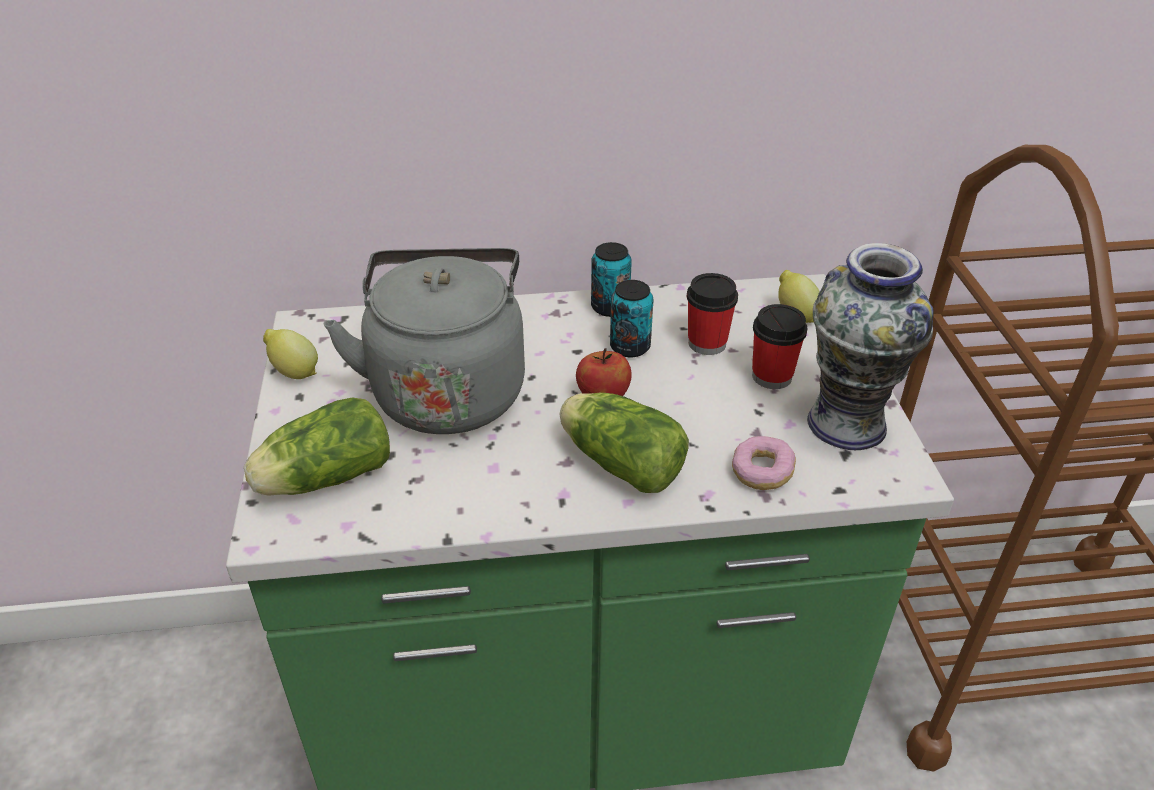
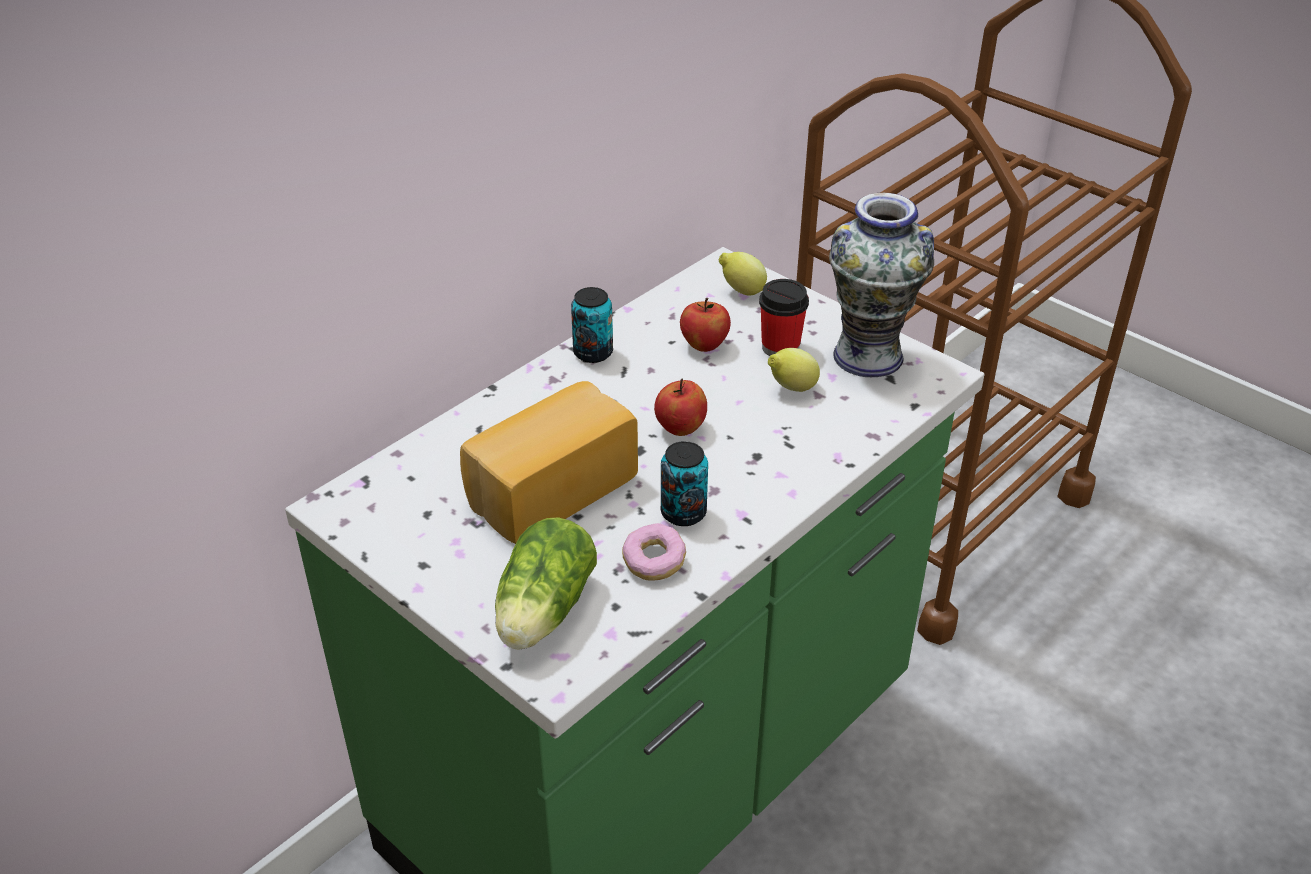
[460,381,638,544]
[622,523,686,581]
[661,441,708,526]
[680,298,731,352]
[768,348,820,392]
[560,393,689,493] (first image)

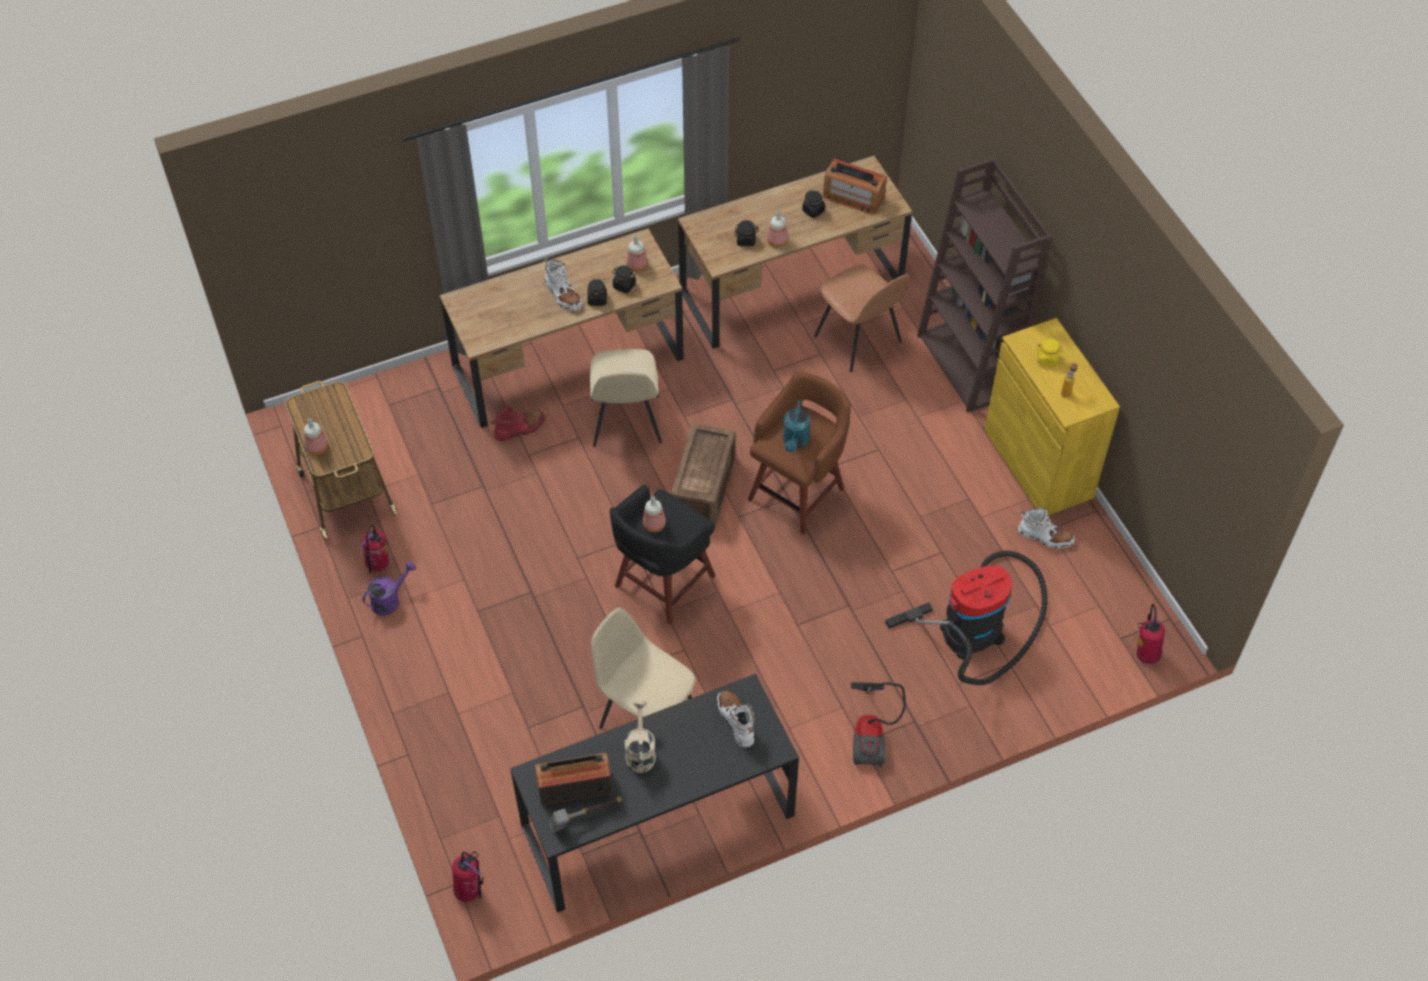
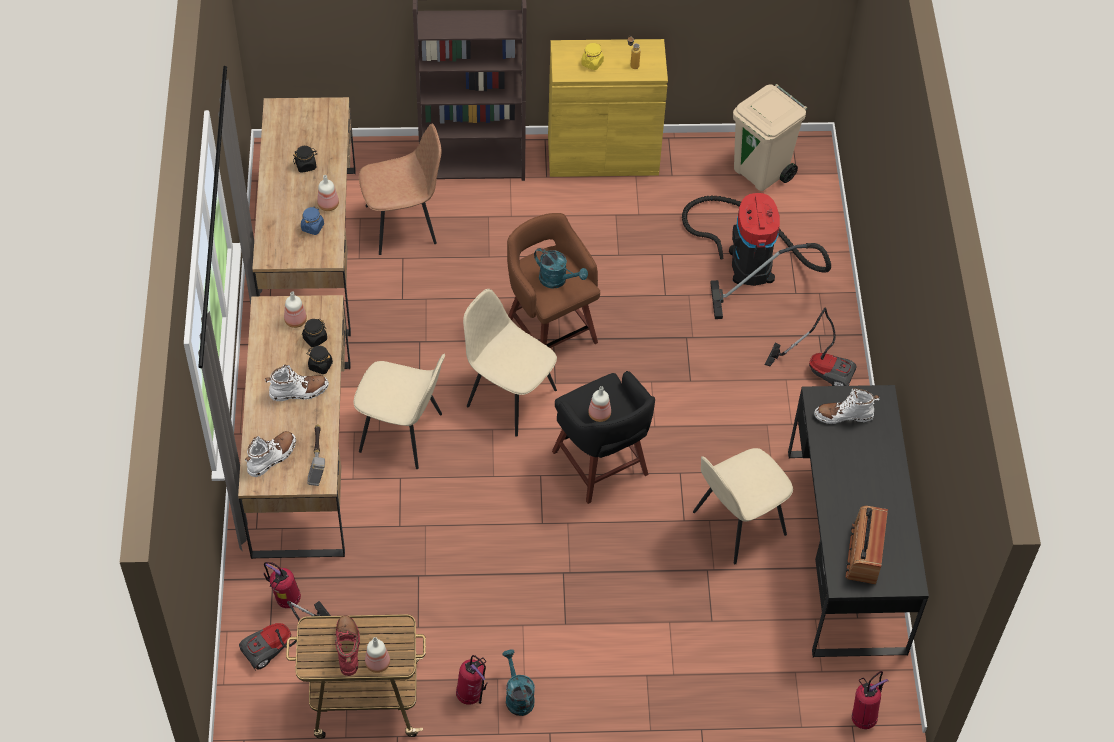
[239,601,331,670]
[245,431,296,477]
[263,562,301,608]
[301,206,324,235]
[308,425,325,486]
[335,616,360,676]
[463,289,557,437]
[503,649,535,716]
[733,84,807,191]
[625,700,656,773] (first image)
[823,159,887,215] (first image)

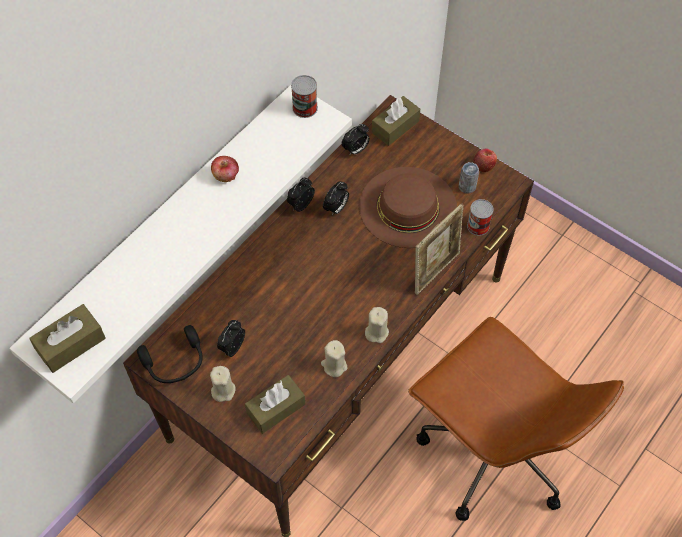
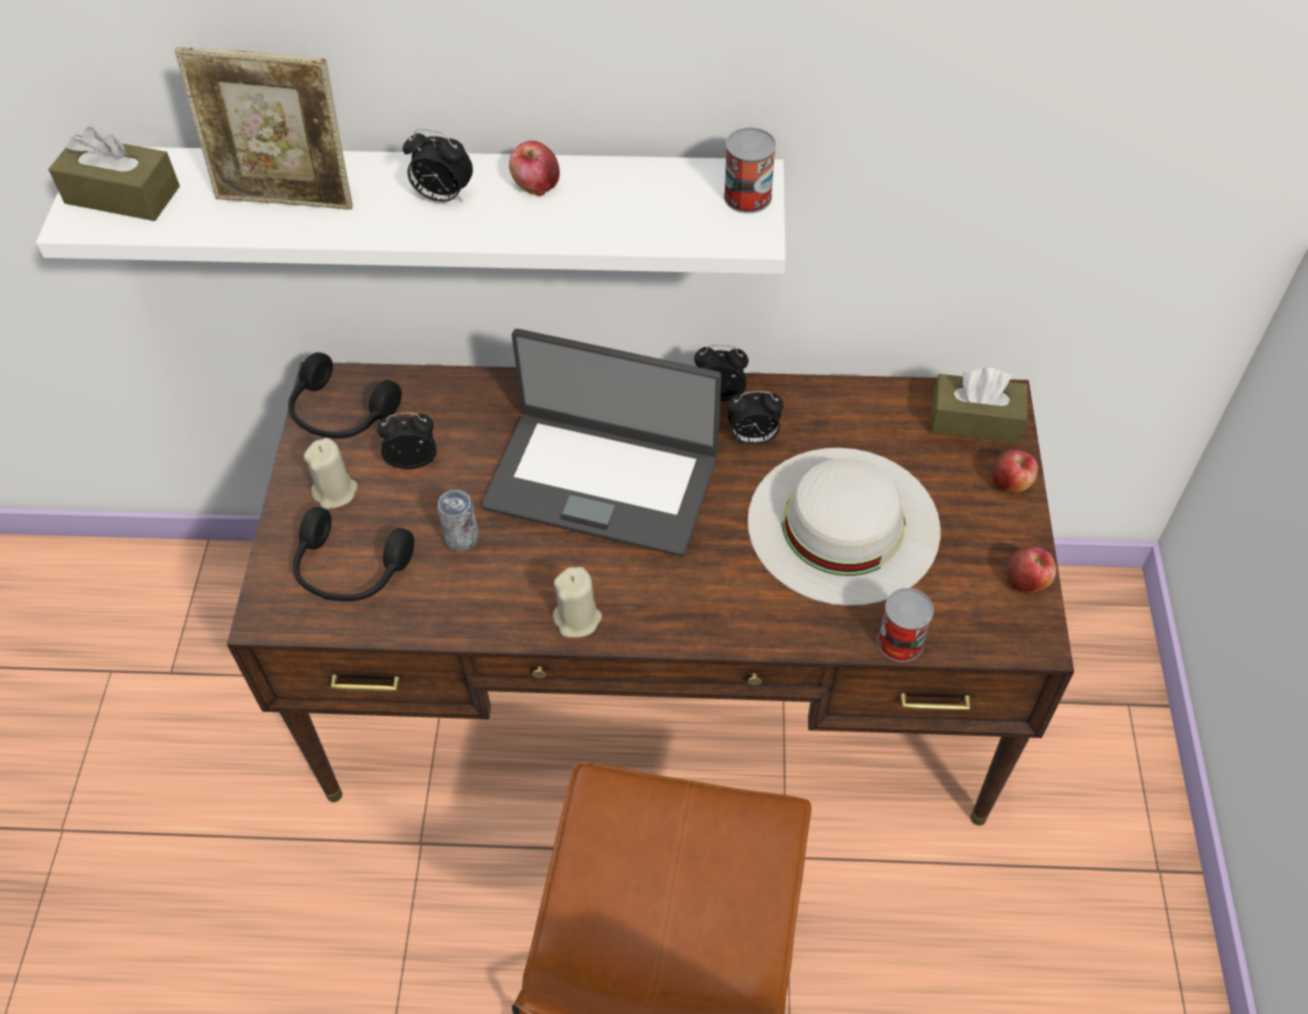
[175,47,353,210]
[293,507,414,601]
[403,129,473,202]
[437,490,479,552]
[482,329,721,556]
[748,448,940,606]
[992,449,1038,493]
[321,340,348,377] (first image)

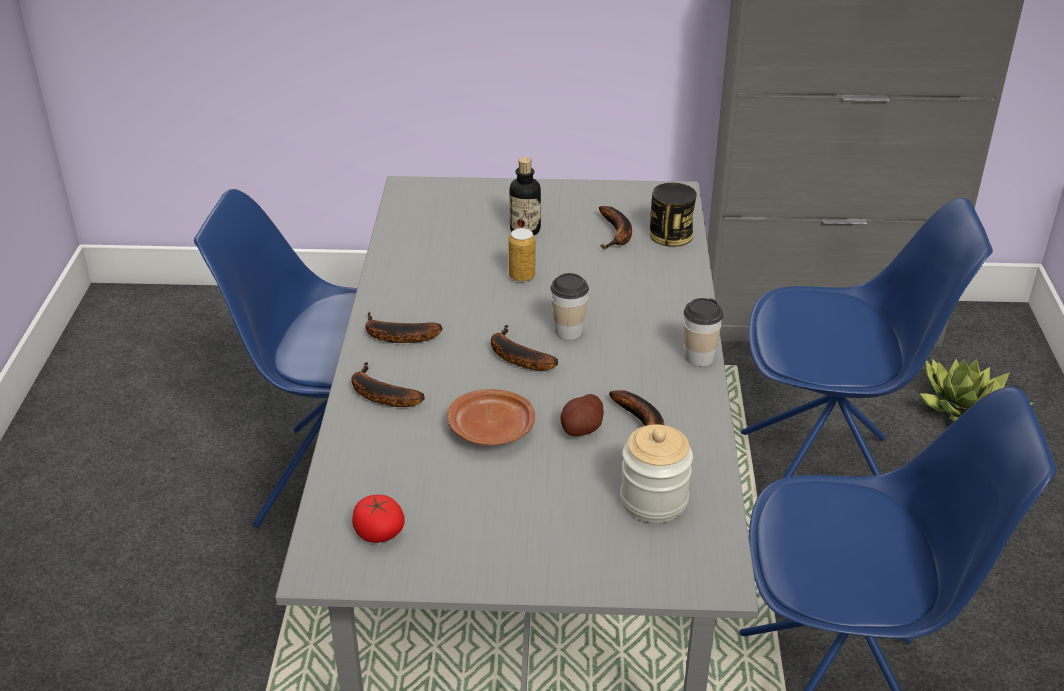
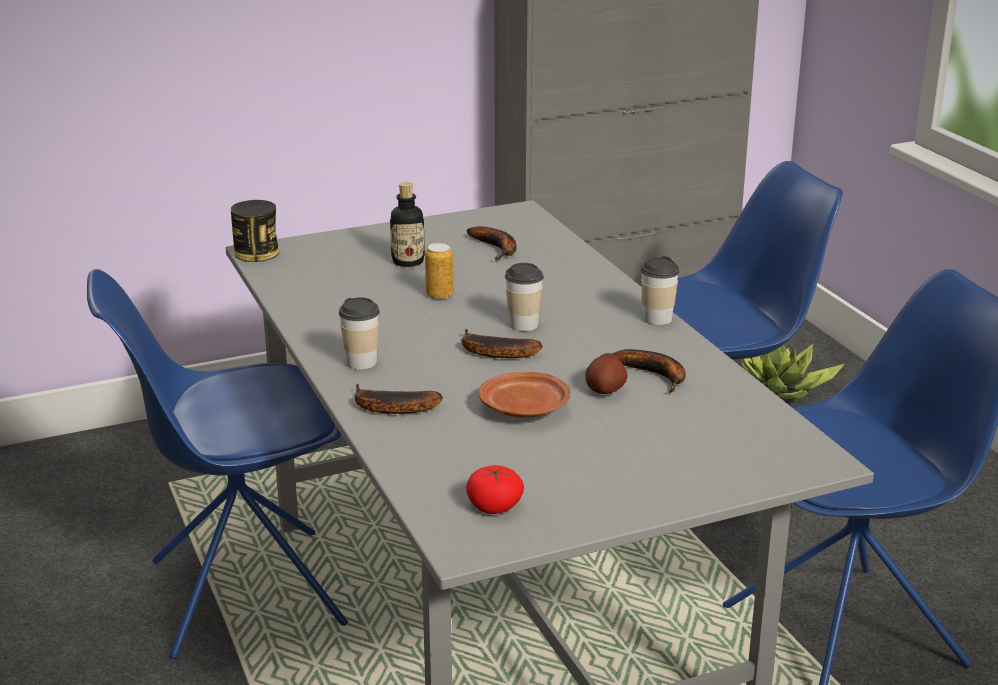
[231,200,279,262]
[339,297,380,370]
[620,424,693,523] (first image)

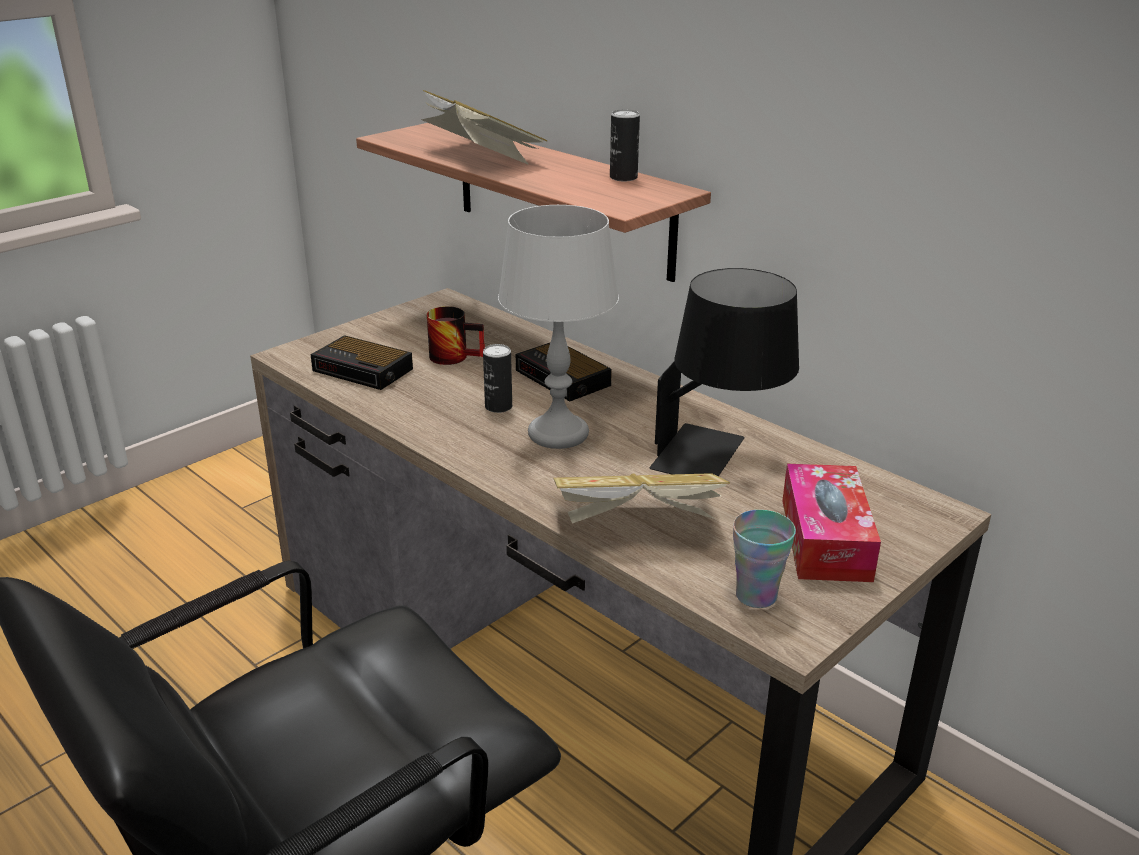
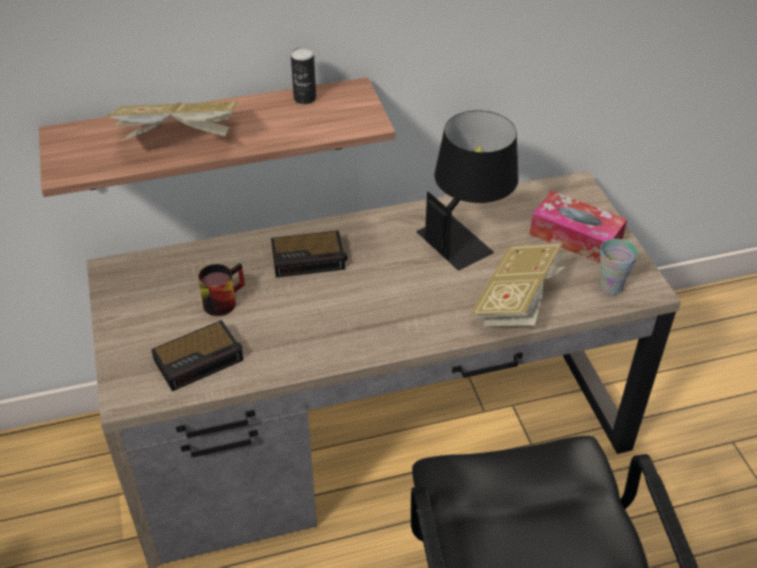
[483,344,512,413] (first image)
[498,205,619,449] (first image)

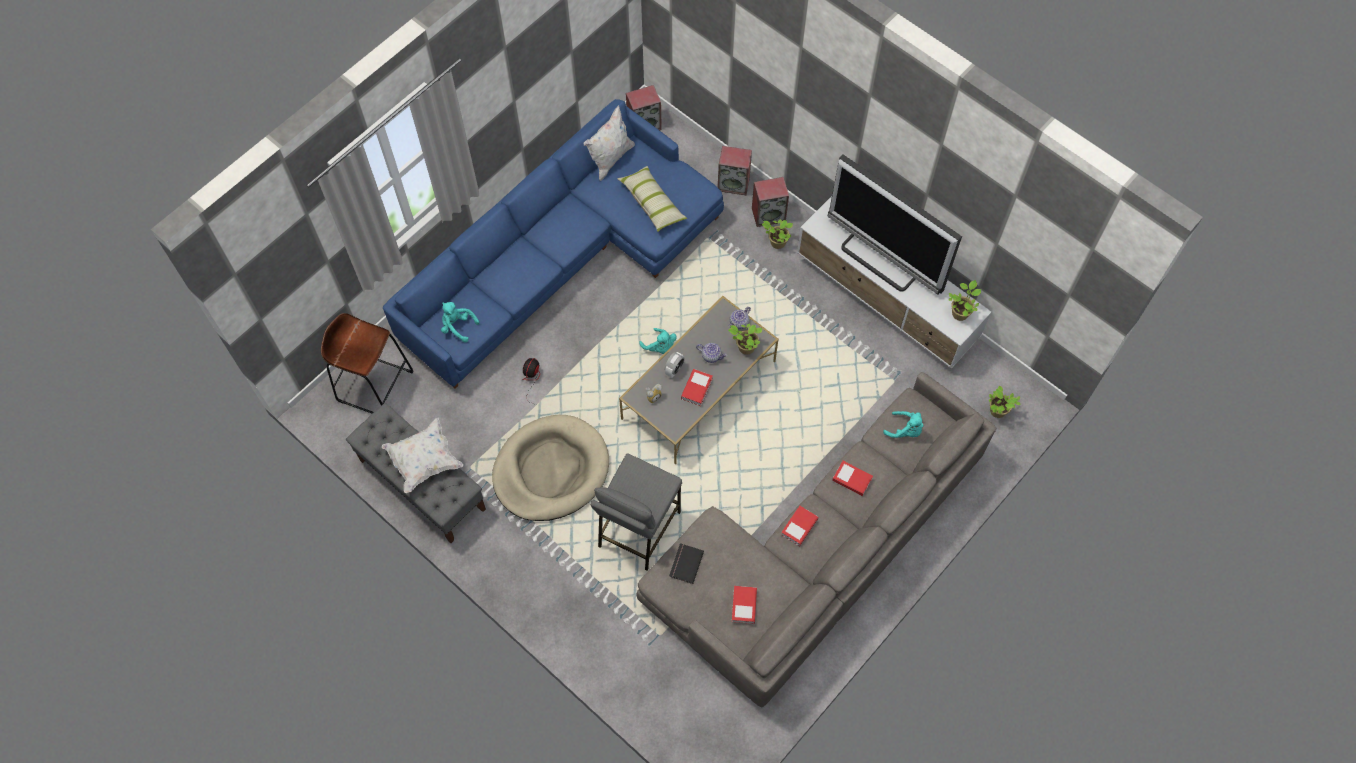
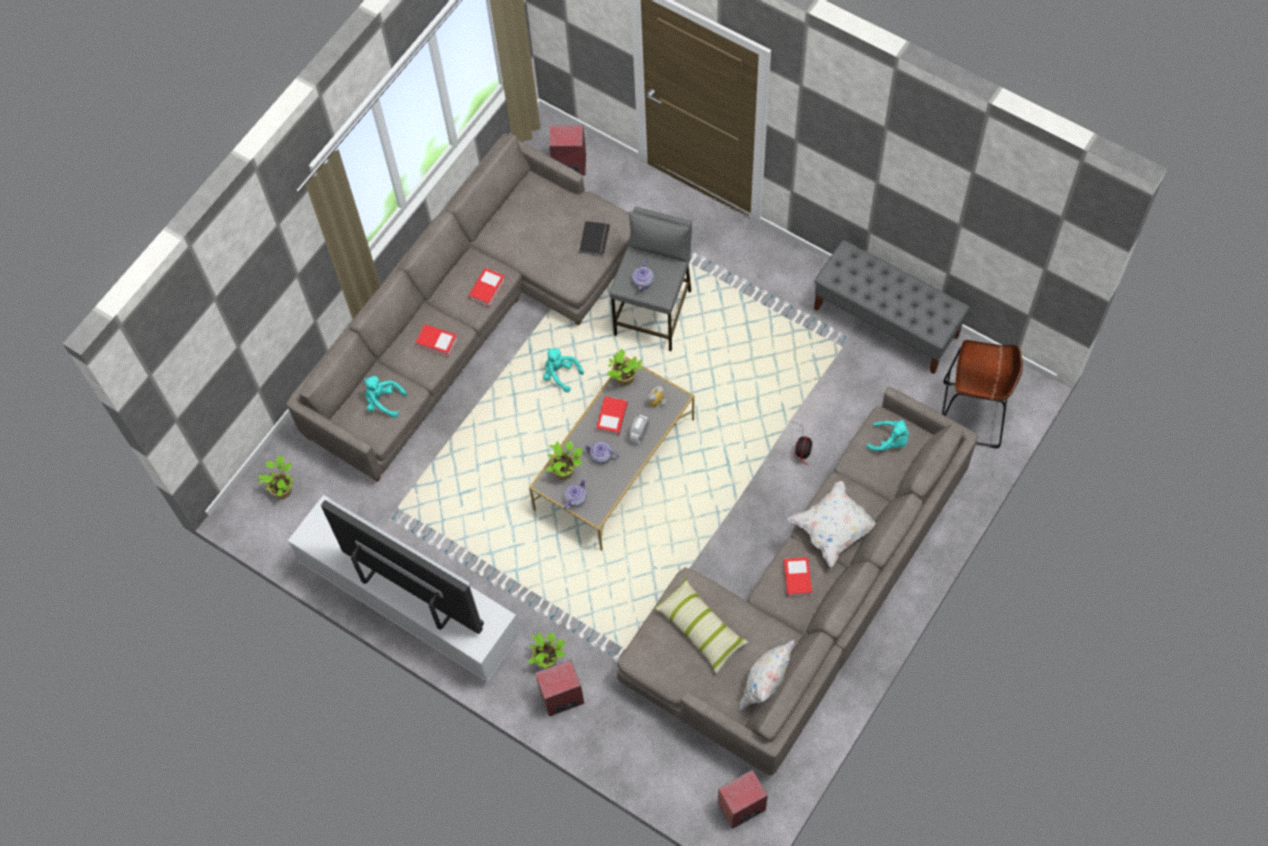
[543,348,584,392]
[549,125,586,176]
[607,349,642,386]
[617,387,978,776]
[632,260,654,291]
[784,557,812,597]
[788,481,876,567]
[492,415,609,521] (first image)

